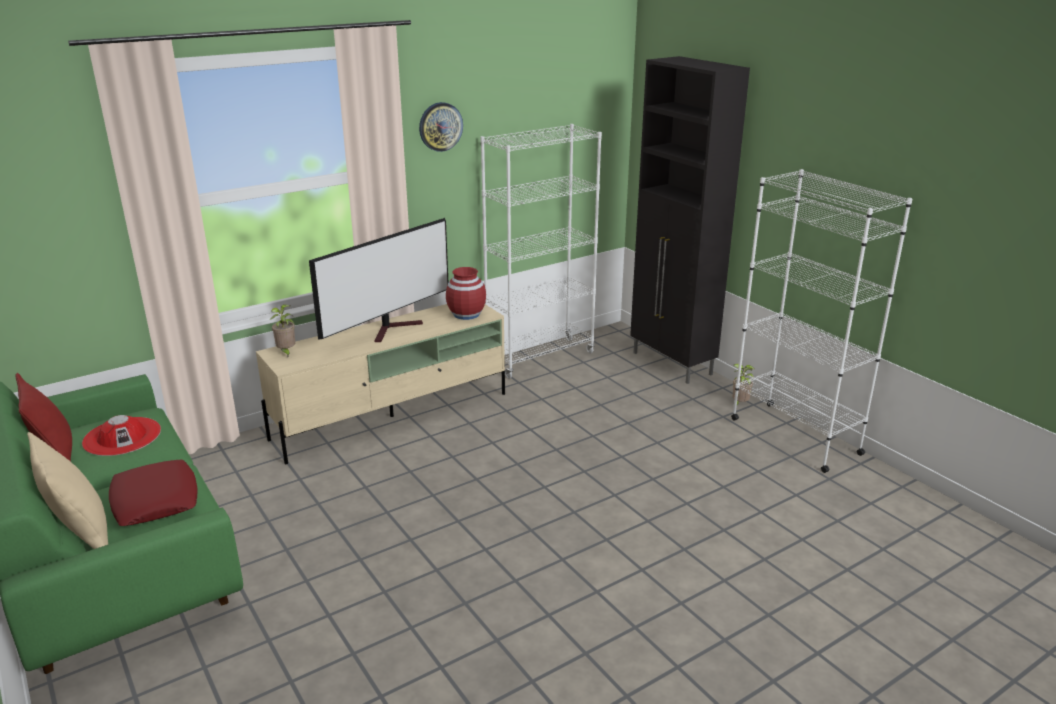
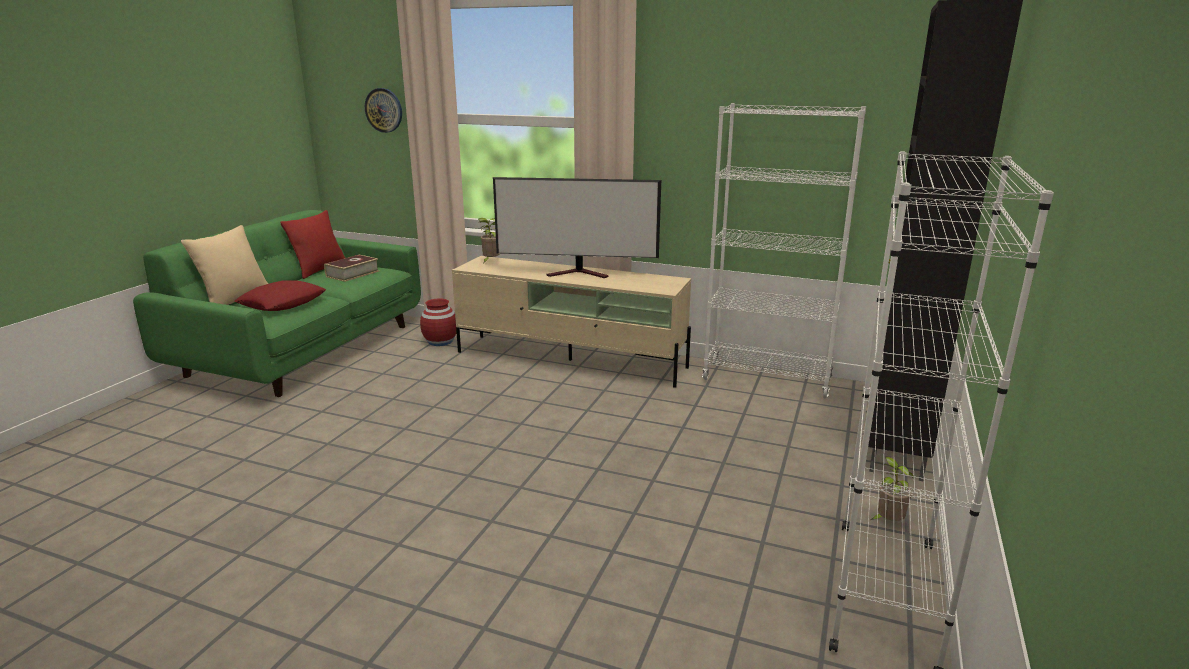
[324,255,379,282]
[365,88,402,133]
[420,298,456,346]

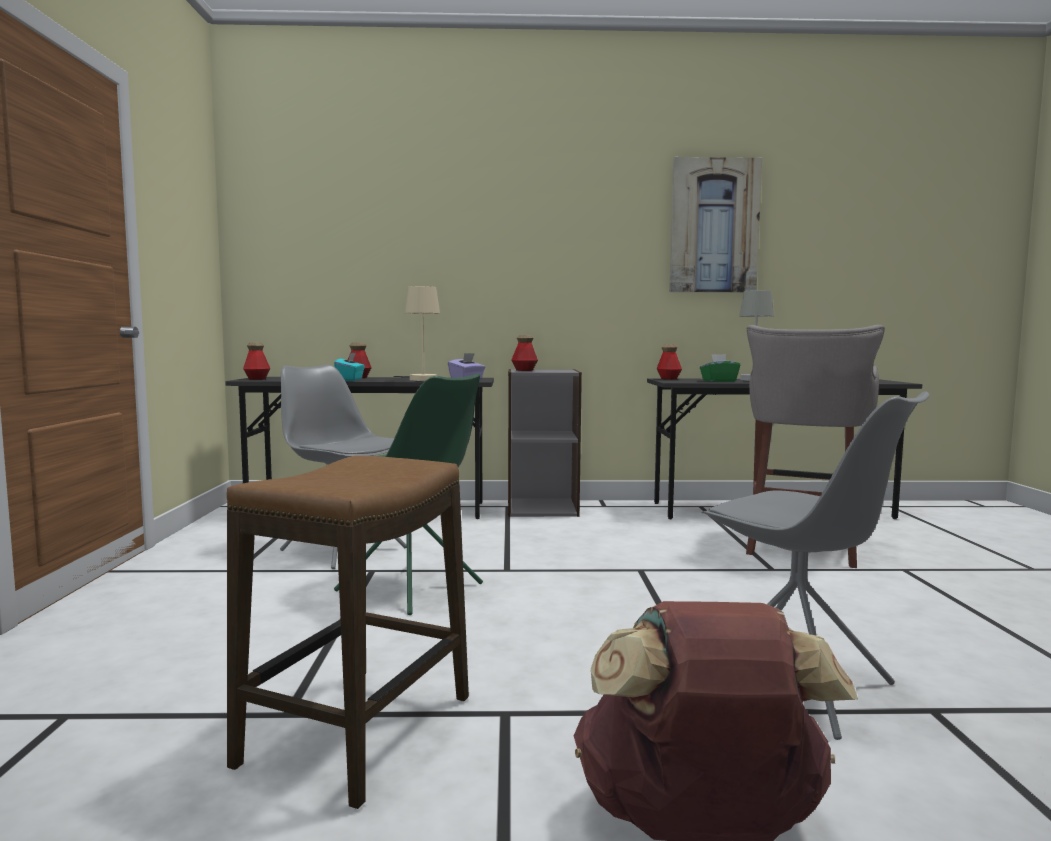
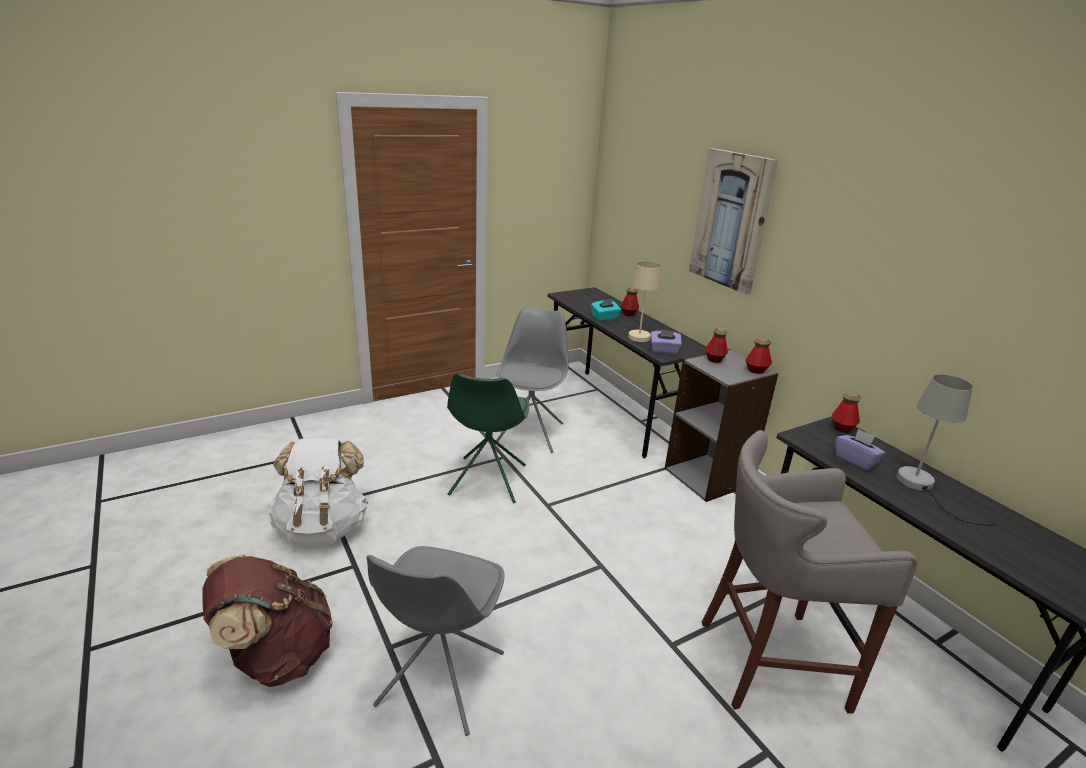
[268,438,368,546]
[689,148,779,295]
[745,337,772,374]
[836,429,885,471]

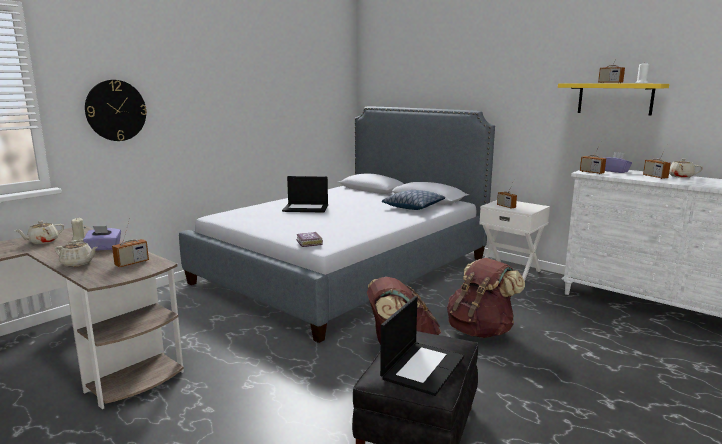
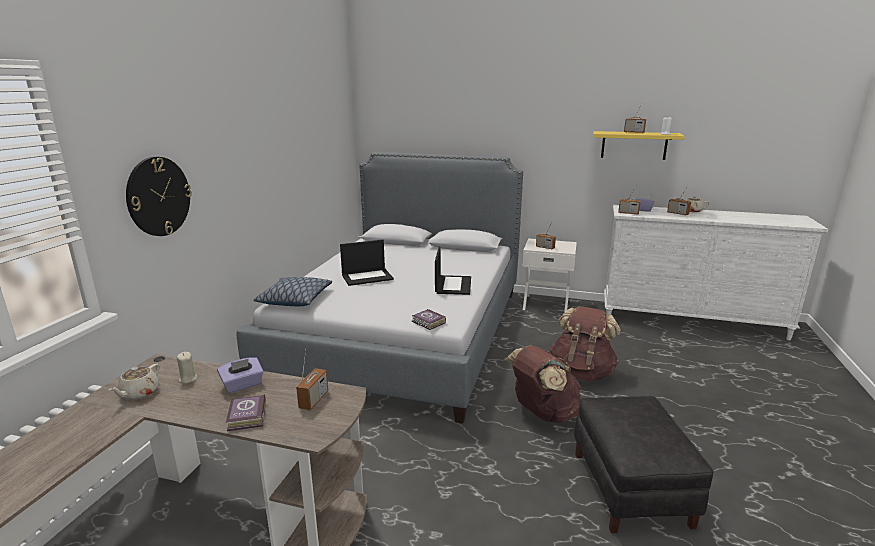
[226,394,266,431]
[254,277,332,306]
[435,246,471,295]

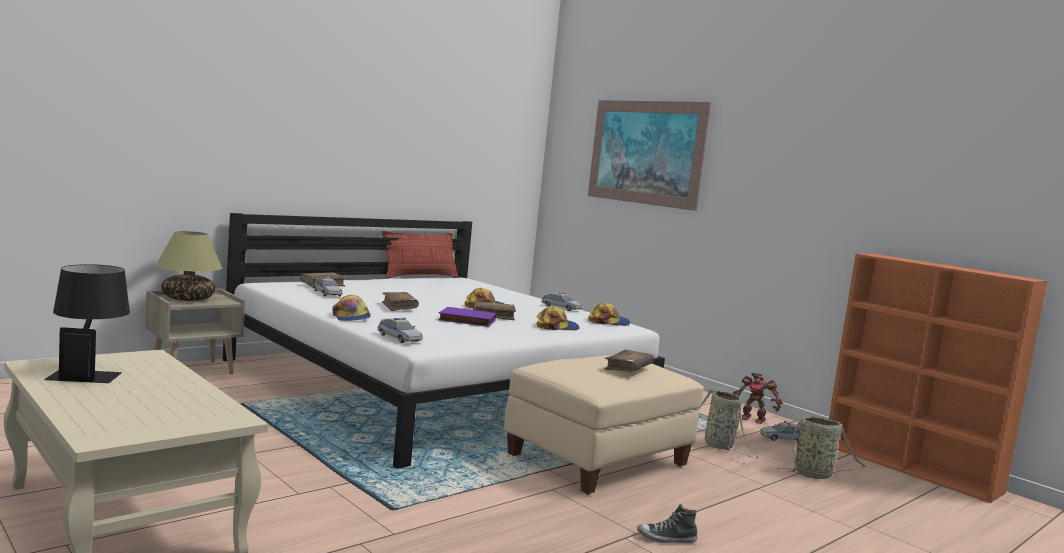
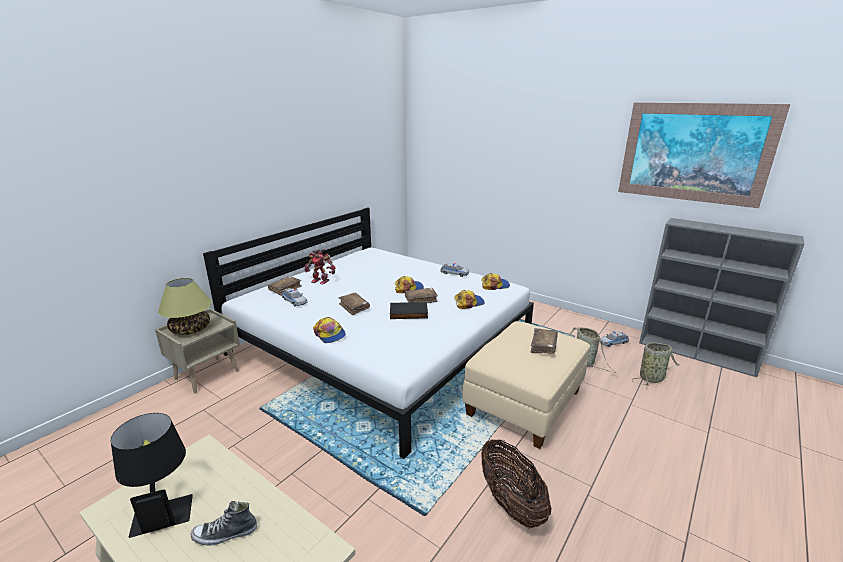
[190,501,257,545]
[305,249,336,285]
[390,302,428,319]
[482,439,551,529]
[618,102,790,208]
[639,218,805,377]
[377,318,423,343] (first image)
[382,231,459,278] (first image)

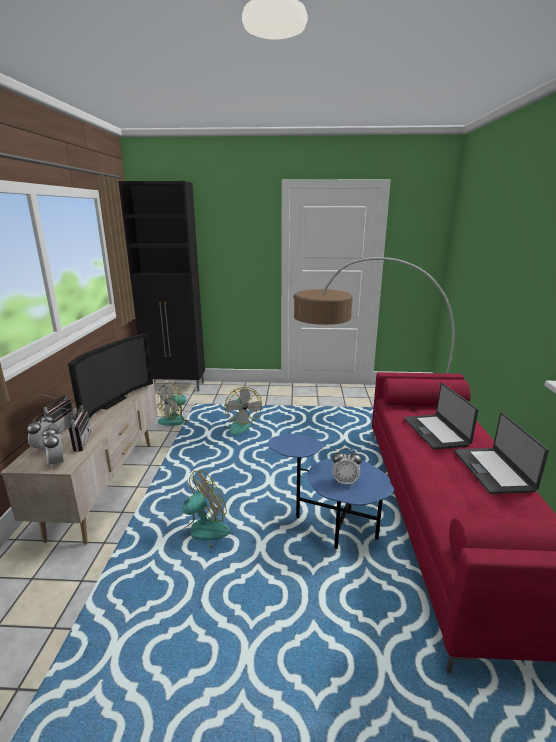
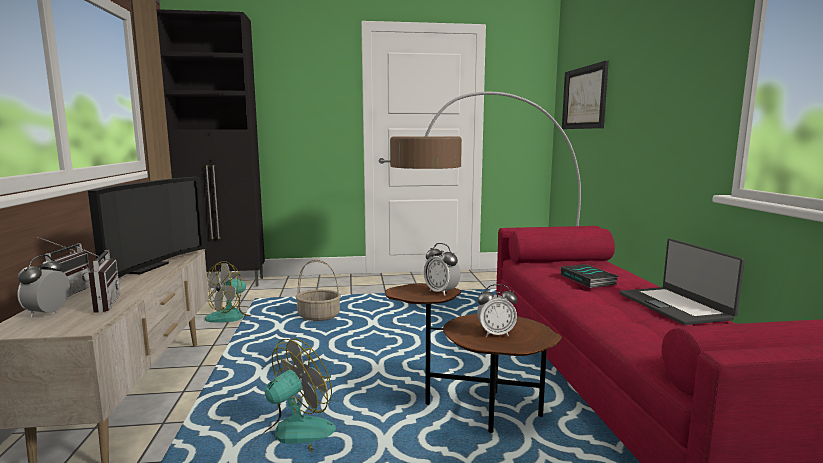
[296,260,341,321]
[385,284,562,433]
[424,243,460,296]
[561,264,618,288]
[562,61,609,129]

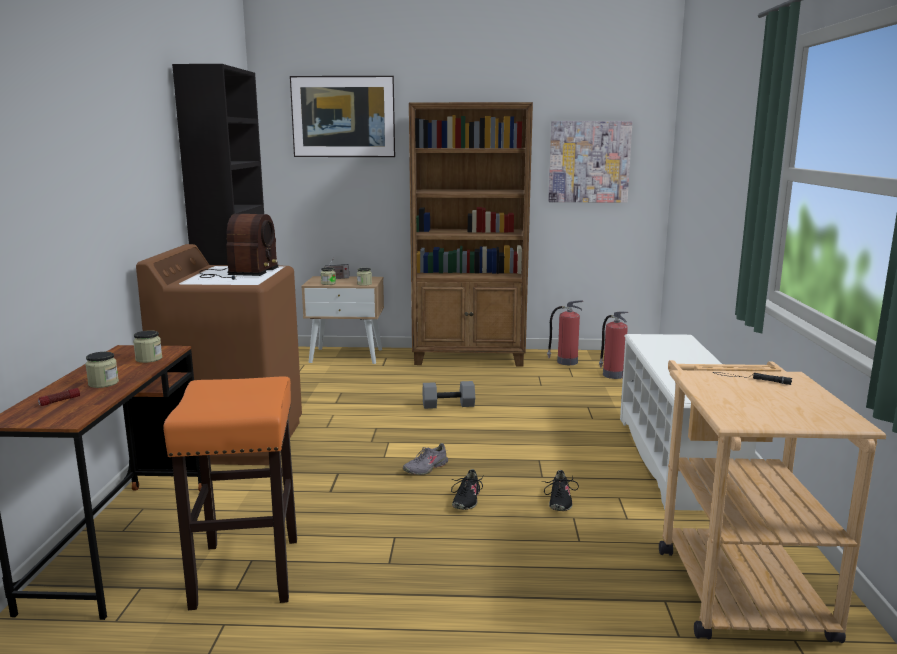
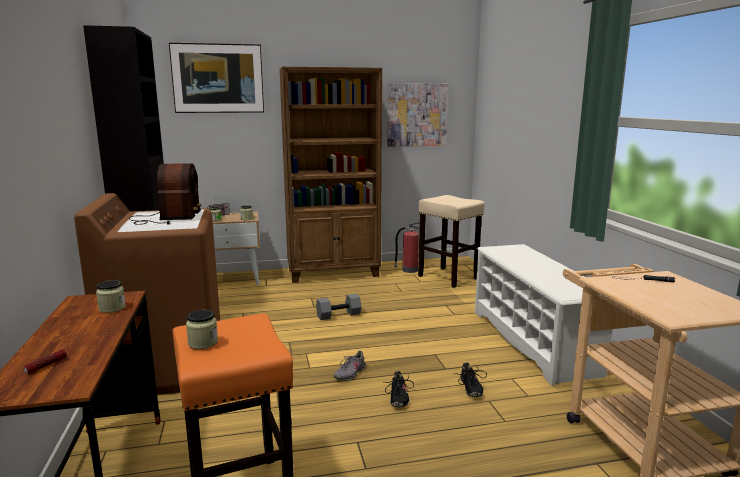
[186,310,218,349]
[418,195,484,288]

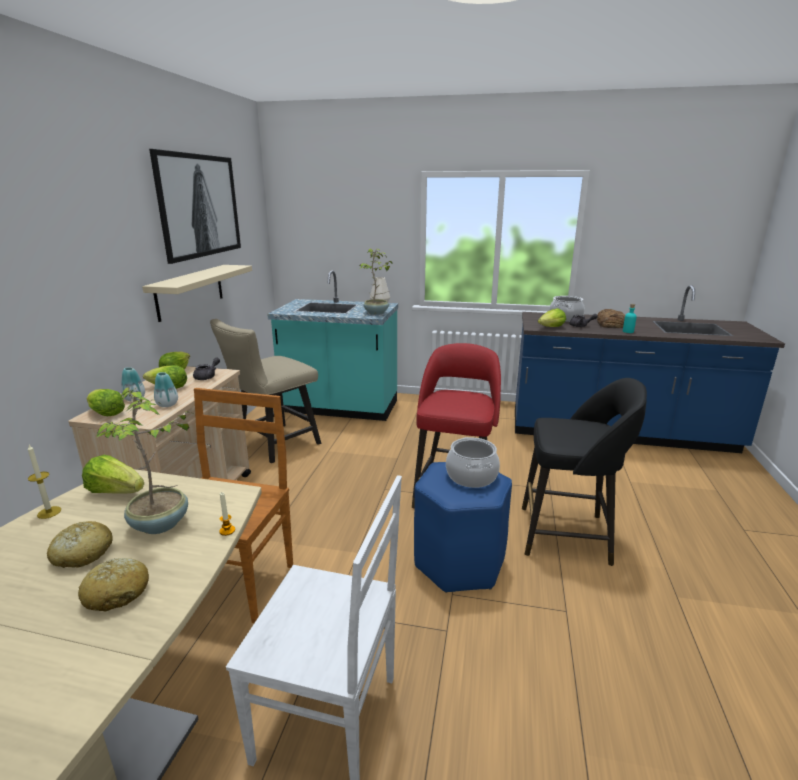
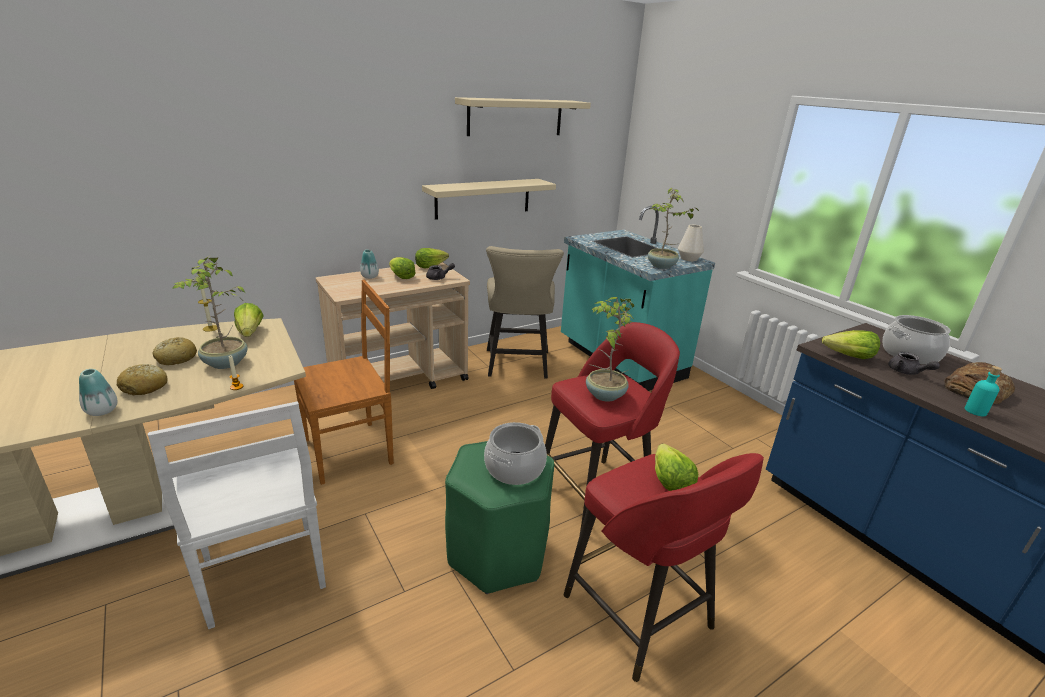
[79,369,117,416]
[445,441,554,594]
[455,97,591,136]
[486,246,564,379]
[564,453,764,682]
[586,297,634,402]
[655,444,698,491]

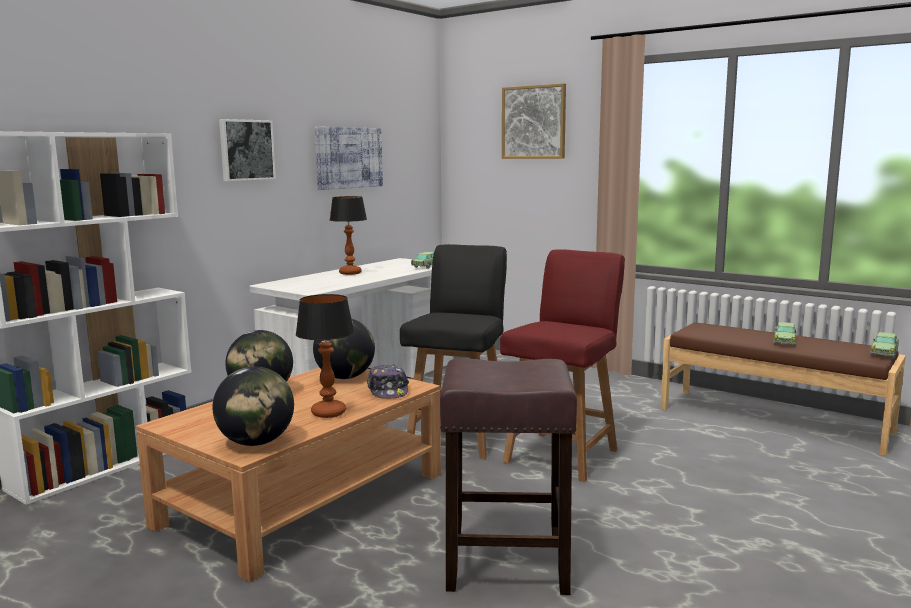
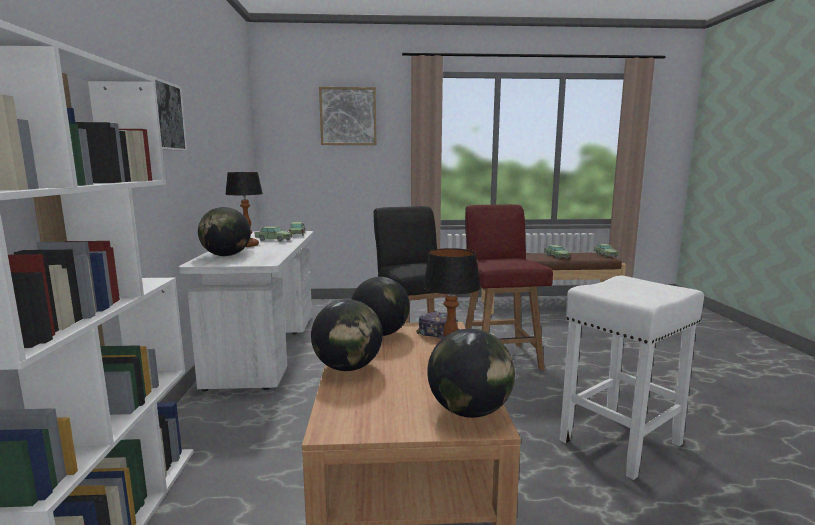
[198,207,251,256]
[255,226,292,242]
[560,275,704,480]
[315,127,383,190] (first image)

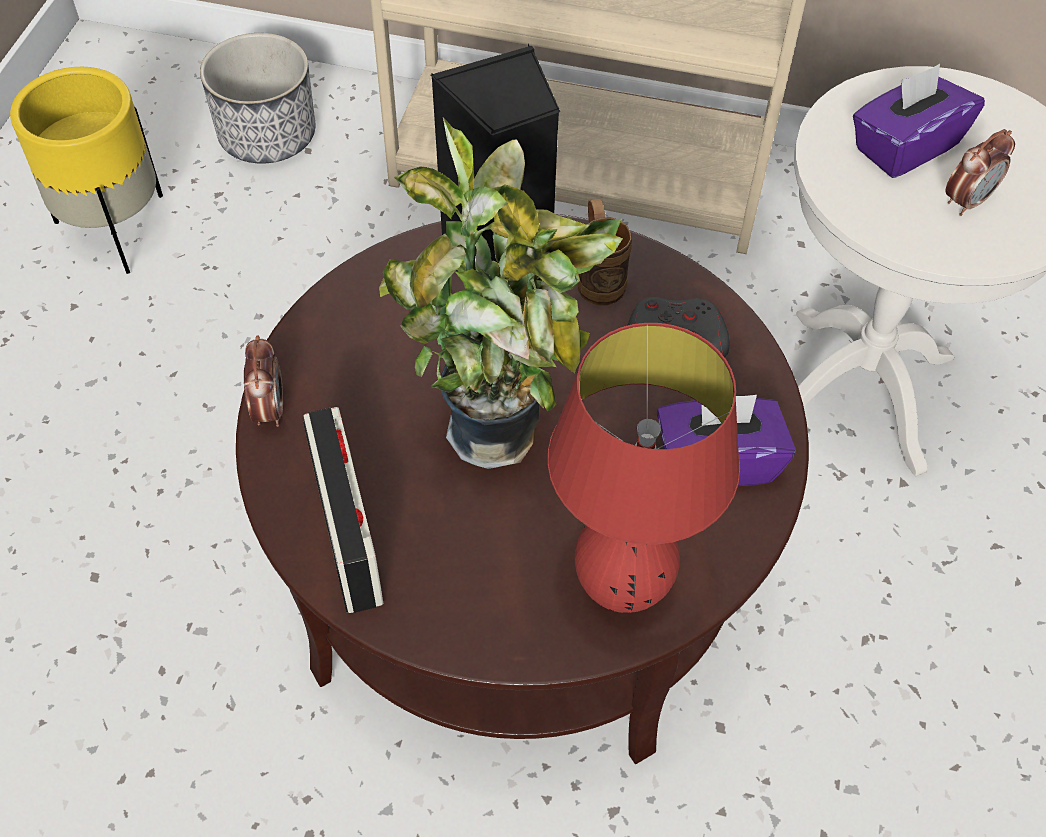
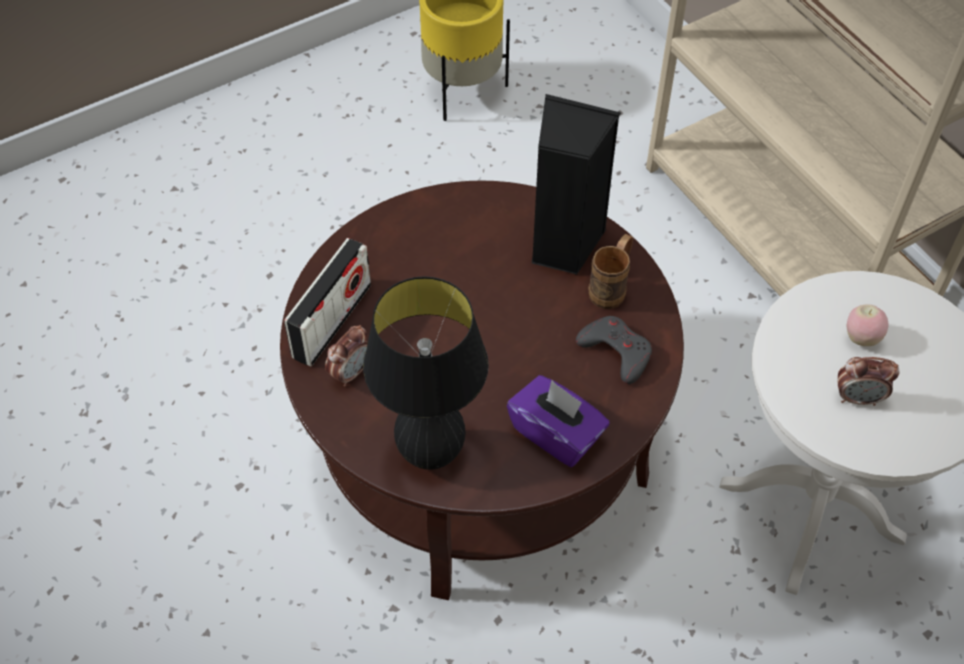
[325,325,368,387]
[363,276,489,470]
[847,305,889,346]
[200,33,316,164] (first image)
[379,117,623,469] (first image)

